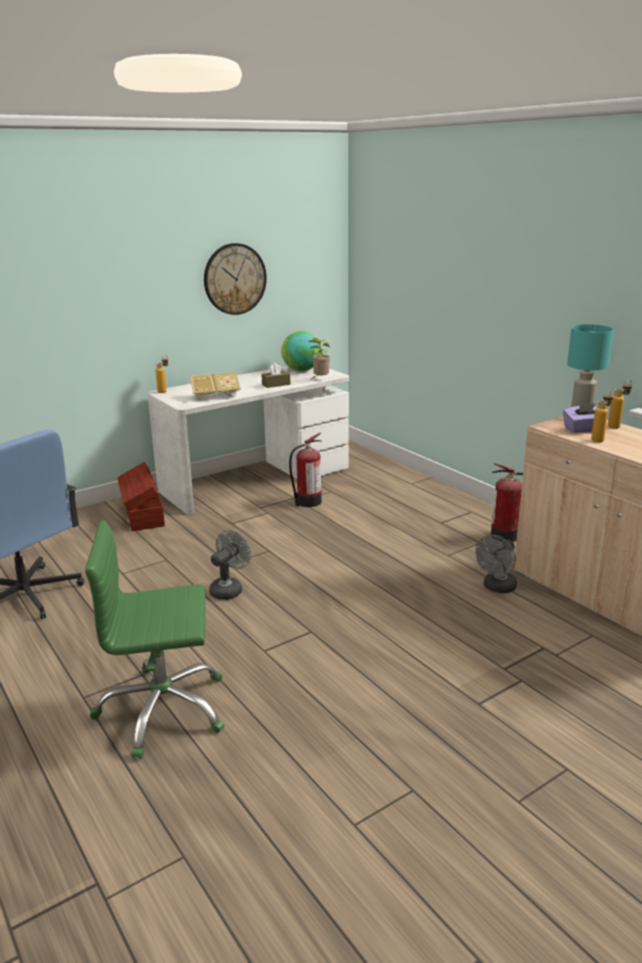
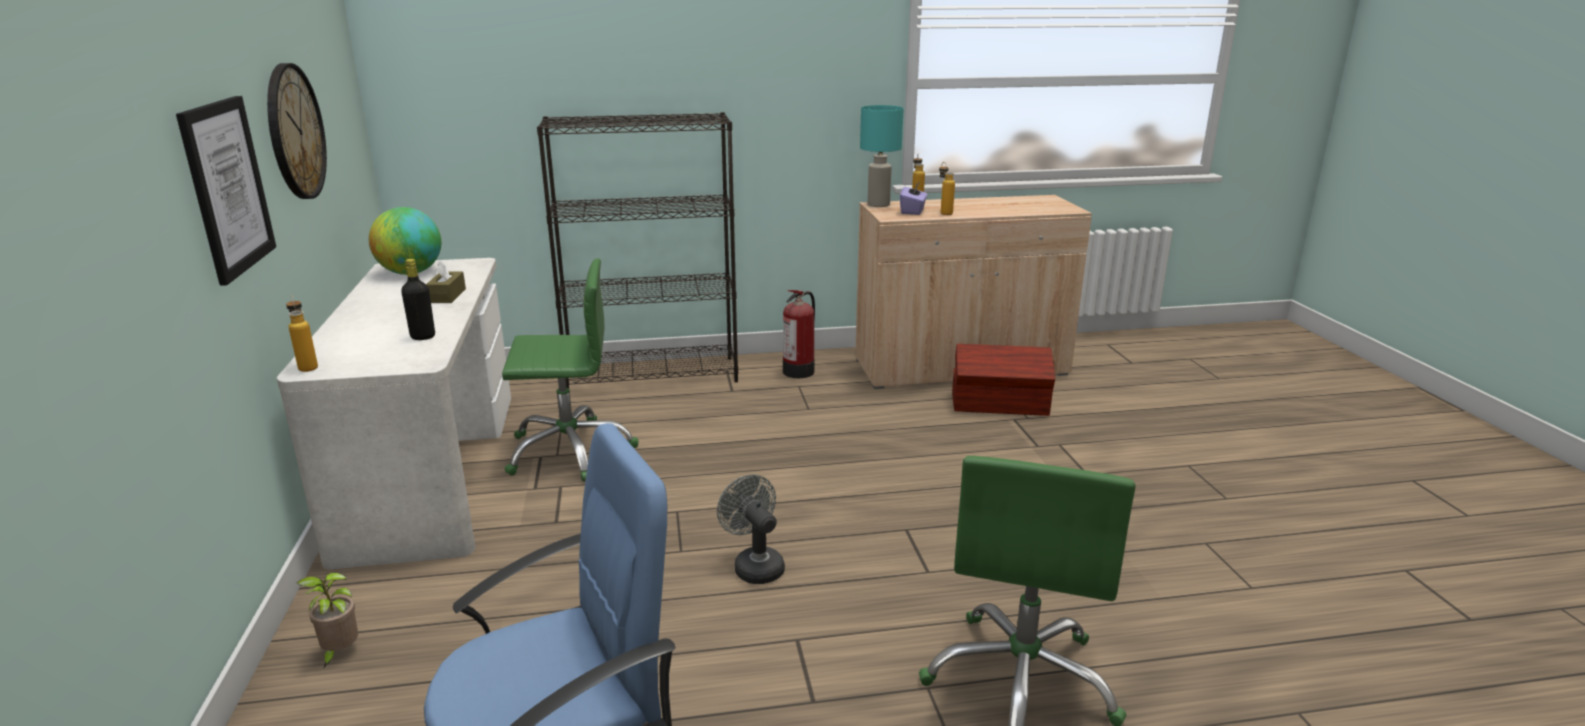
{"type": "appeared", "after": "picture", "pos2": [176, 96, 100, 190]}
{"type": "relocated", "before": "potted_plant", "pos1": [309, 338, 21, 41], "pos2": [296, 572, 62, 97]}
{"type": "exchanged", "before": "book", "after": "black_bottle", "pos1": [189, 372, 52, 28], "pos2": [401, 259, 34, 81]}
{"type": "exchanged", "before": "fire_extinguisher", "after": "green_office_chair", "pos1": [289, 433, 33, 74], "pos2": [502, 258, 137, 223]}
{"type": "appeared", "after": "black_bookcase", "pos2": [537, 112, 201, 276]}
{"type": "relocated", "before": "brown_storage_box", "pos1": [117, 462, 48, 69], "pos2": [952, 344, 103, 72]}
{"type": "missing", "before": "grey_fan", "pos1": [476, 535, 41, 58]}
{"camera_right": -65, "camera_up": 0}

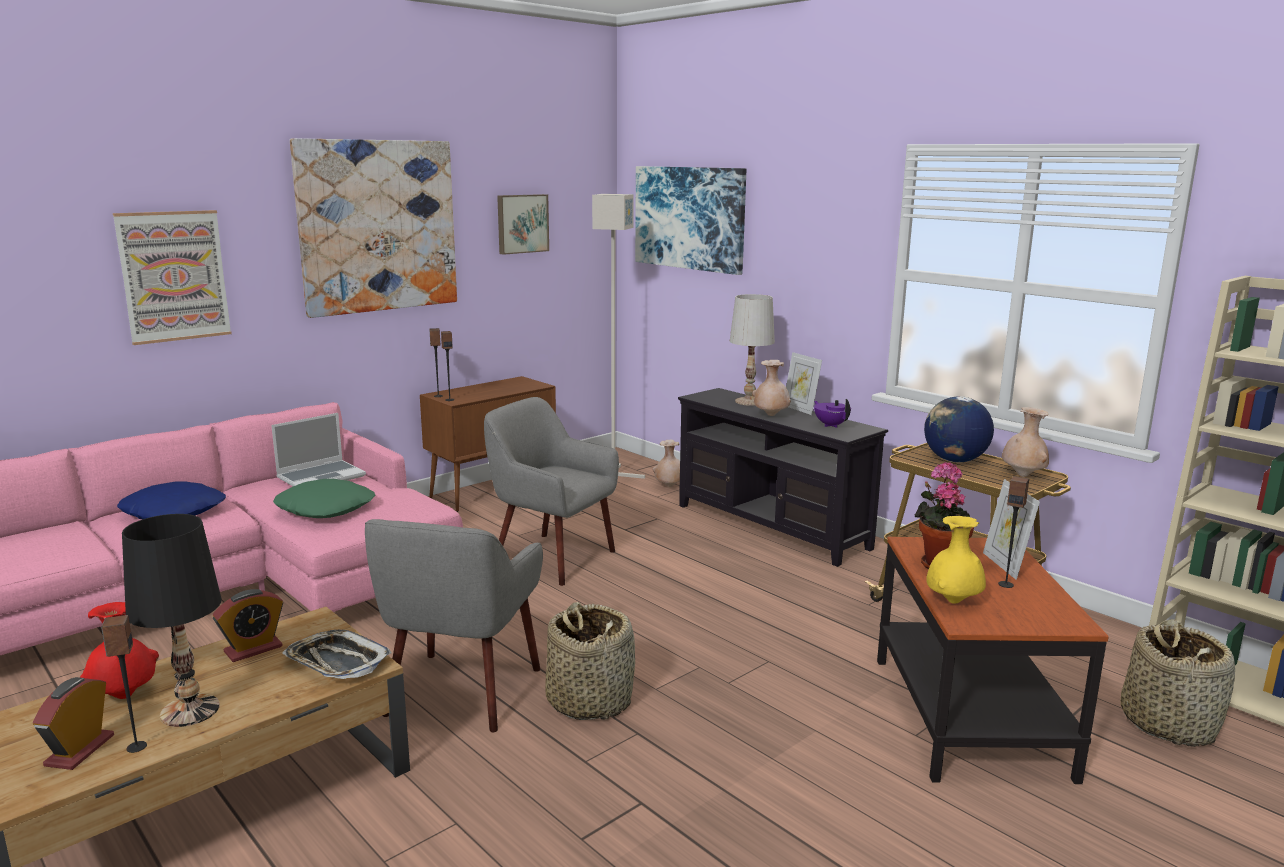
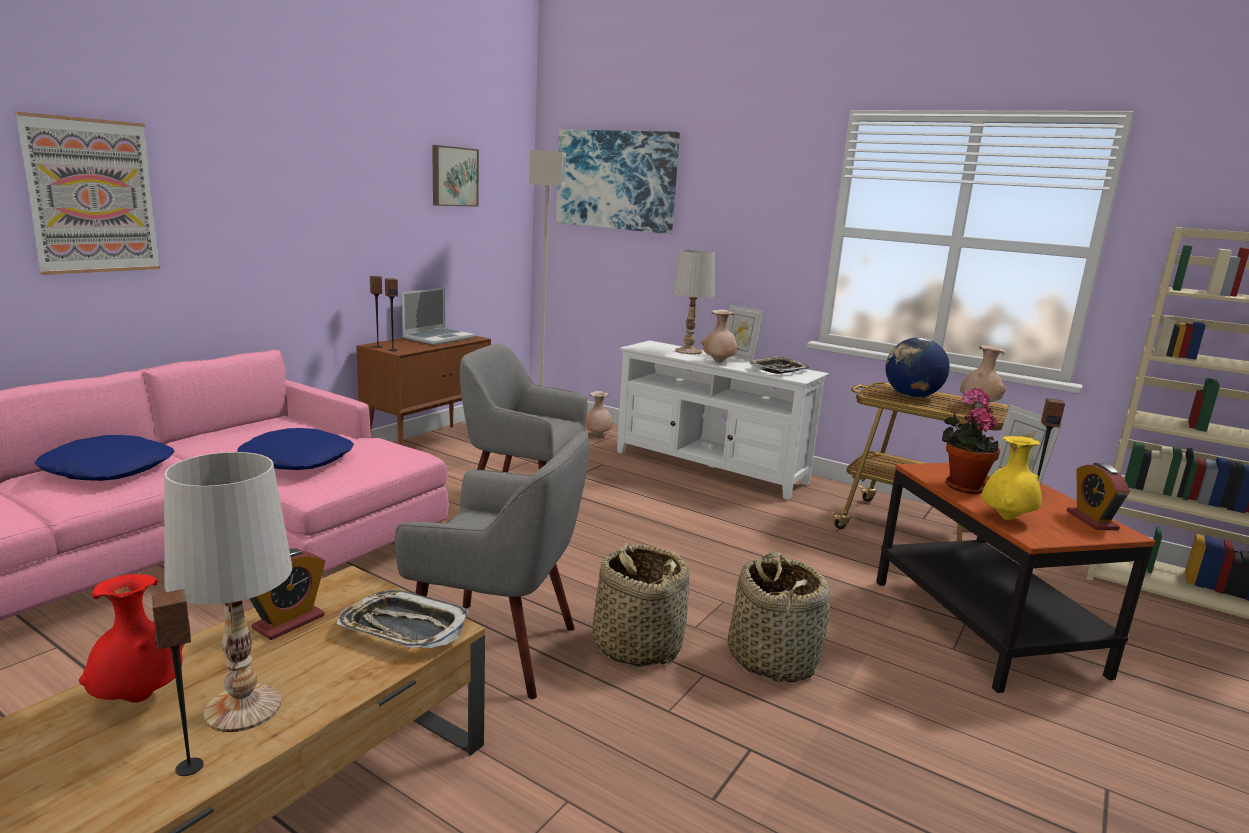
{"type": "colour", "before": "black_table_lamp", "after": "white_table_lamp", "pos1": [122, 514, 100, 213], "pos2": [164, 452, 128, 280]}
{"type": "colour", "before": "green_pillow", "after": "blue_pillow", "pos1": [273, 479, 102, 39], "pos2": [237, 428, 117, 42]}
{"type": "spun", "before": "grey_armchair", "pos1": [365, 519, 178, 213], "pos2": [395, 431, 194, 268], "turn": -75}
{"type": "relocated", "before": "laptop", "pos1": [271, 413, 95, 73], "pos2": [402, 288, 73, 57]}
{"type": "colour", "before": "black_tv_stand", "after": "white_tv_stand", "pos1": [678, 388, 210, 179], "pos2": [617, 340, 212, 160]}
{"type": "relocated", "before": "basket", "pos1": [1120, 619, 115, 128], "pos2": [728, 552, 102, 130]}
{"type": "exchanged", "before": "purple_teapot", "after": "tray", "pos1": [814, 399, 37, 29], "pos2": [750, 356, 59, 18]}
{"type": "relocated", "before": "alarm_clock", "pos1": [33, 677, 81, 93], "pos2": [1067, 463, 63, 67]}
{"type": "missing", "before": "picture", "pos1": [290, 138, 167, 180]}
{"camera_right": -15, "camera_up": 0}

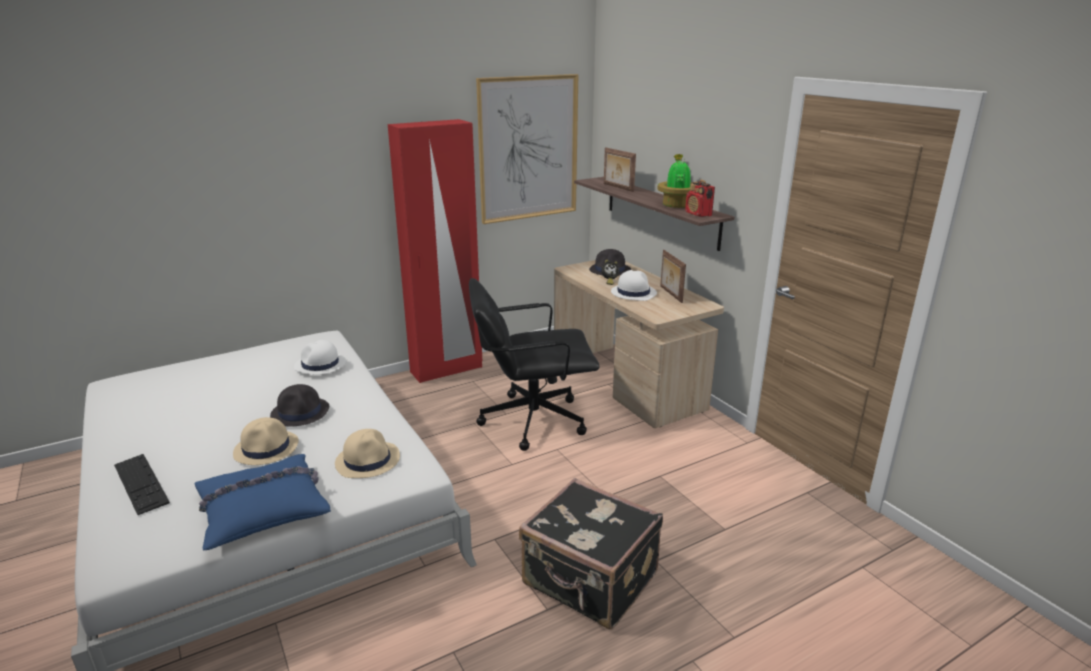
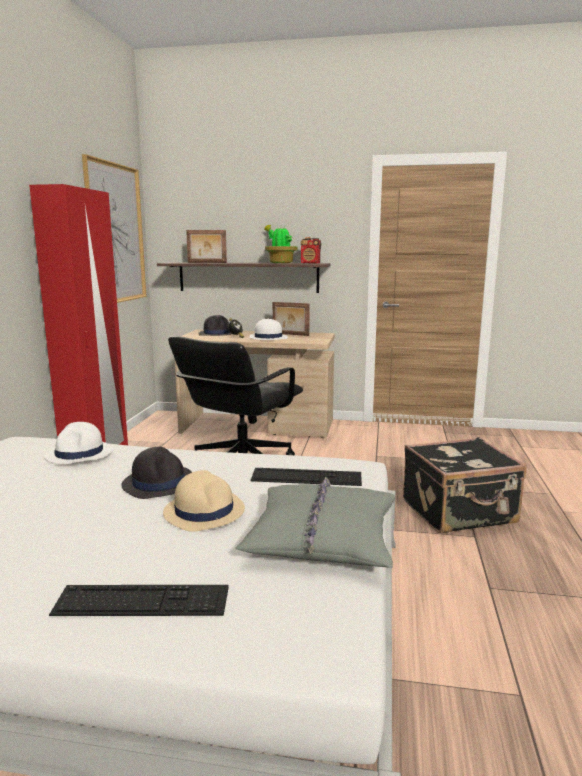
{"type": "colour", "before": "blue_pillow", "after": "grey_pillow", "pos1": [195, 454, 136, 96], "pos2": [236, 477, 159, 91]}
{"type": "exchanged", "before": "beige_hat", "after": "keyboard", "pos1": [335, 429, 65, 49], "pos2": [250, 468, 112, 18]}
{"camera_right": -50, "camera_up": -10}

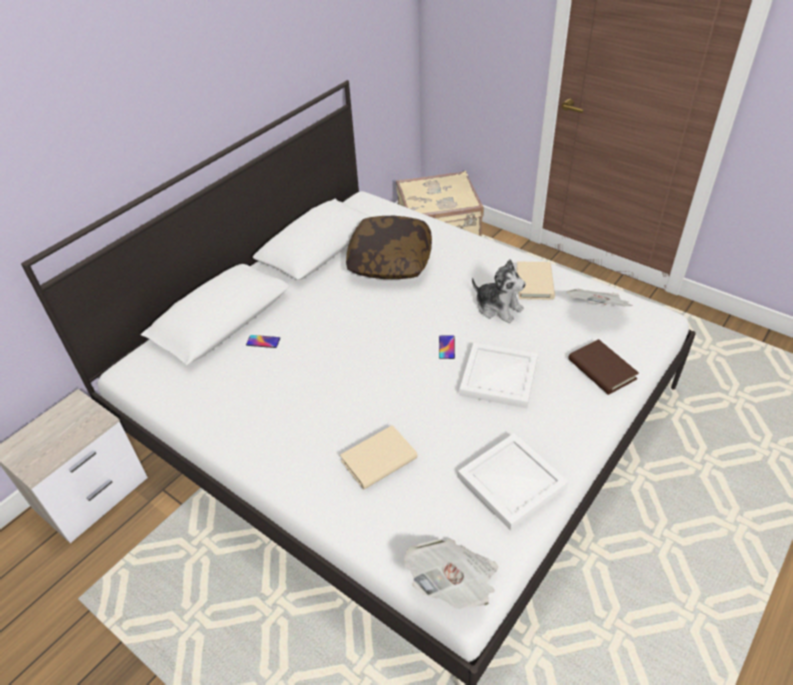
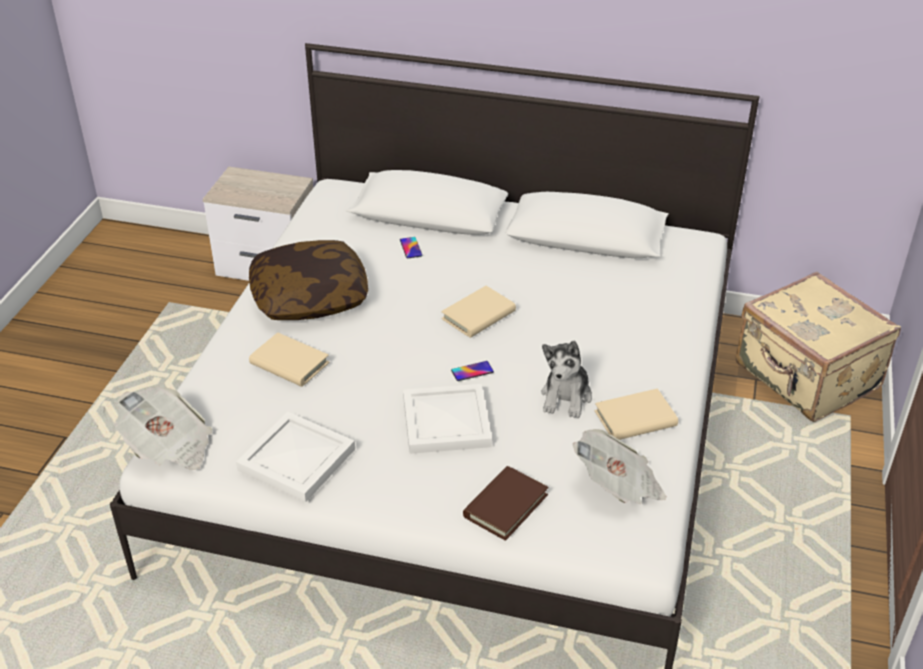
{"type": "relocated", "before": "pillow", "pos1": [346, 216, 86, 63], "pos2": [249, 240, 119, 80]}
{"type": "appeared", "after": "beige_book", "pos2": [441, 286, 75, 52]}
{"camera_right": 65, "camera_up": -5}

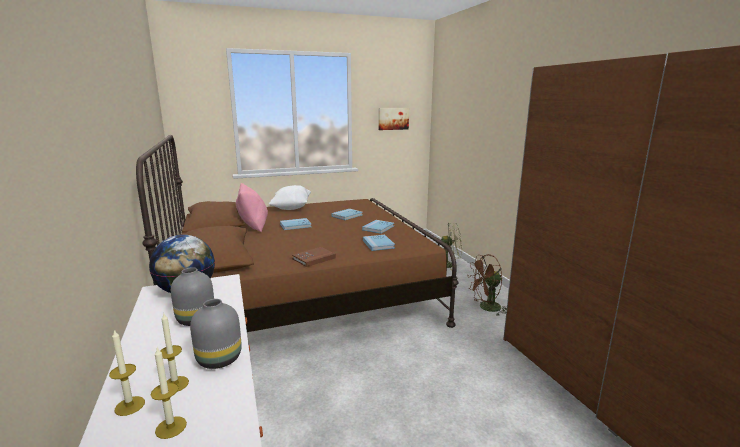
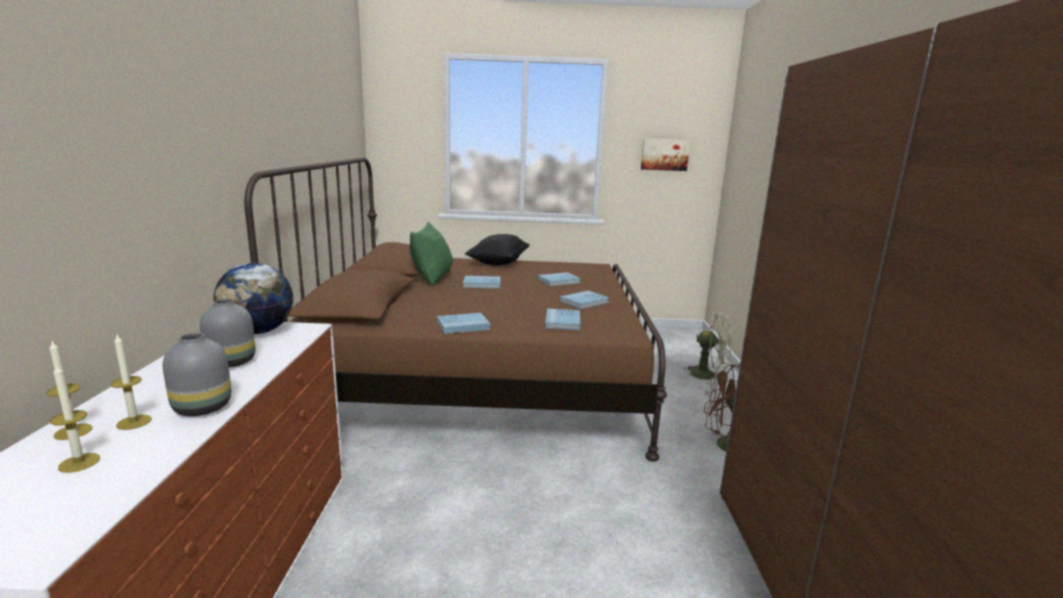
{"type": "colour", "before": "pink_pillow", "after": "green_pillow", "pos1": [236, 183, 32, 49], "pos2": [410, 222, 43, 64]}
{"type": "colour", "before": "brown_book", "after": "blue_book", "pos1": [292, 247, 44, 20], "pos2": [437, 313, 53, 21]}
{"type": "colour", "before": "white_pillow", "after": "black_pillow", "pos1": [268, 185, 43, 25], "pos2": [465, 234, 65, 31]}
{"camera_right": 20, "camera_up": 0}

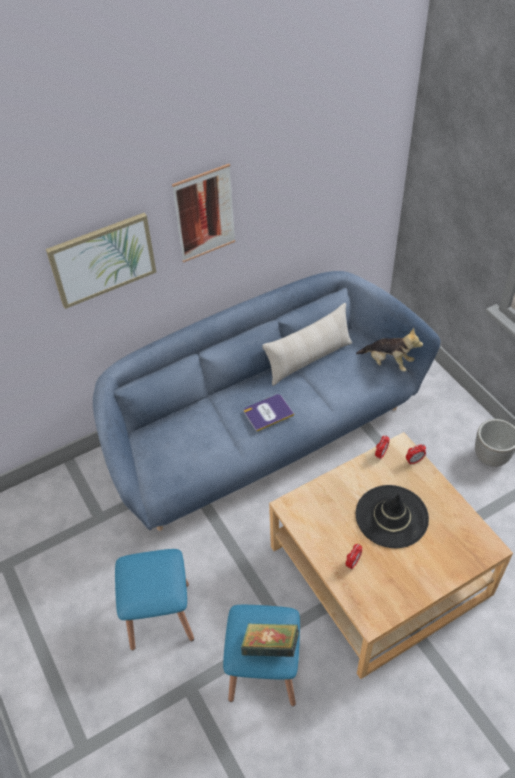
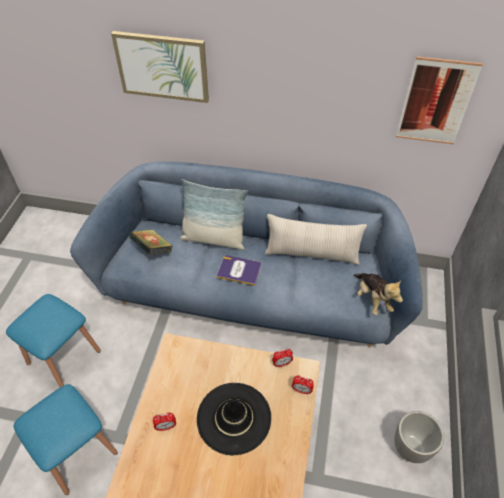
{"type": "relocated", "before": "book", "pos1": [241, 623, 58, 34], "pos2": [129, 229, 44, 26]}
{"type": "appeared", "after": "pillow", "pos2": [180, 179, 68, 71]}
{"type": "relocated", "before": "picture", "pos1": [172, 164, 63, 99], "pos2": [396, 56, 87, 88]}
{"camera_right": 40, "camera_up": 0}

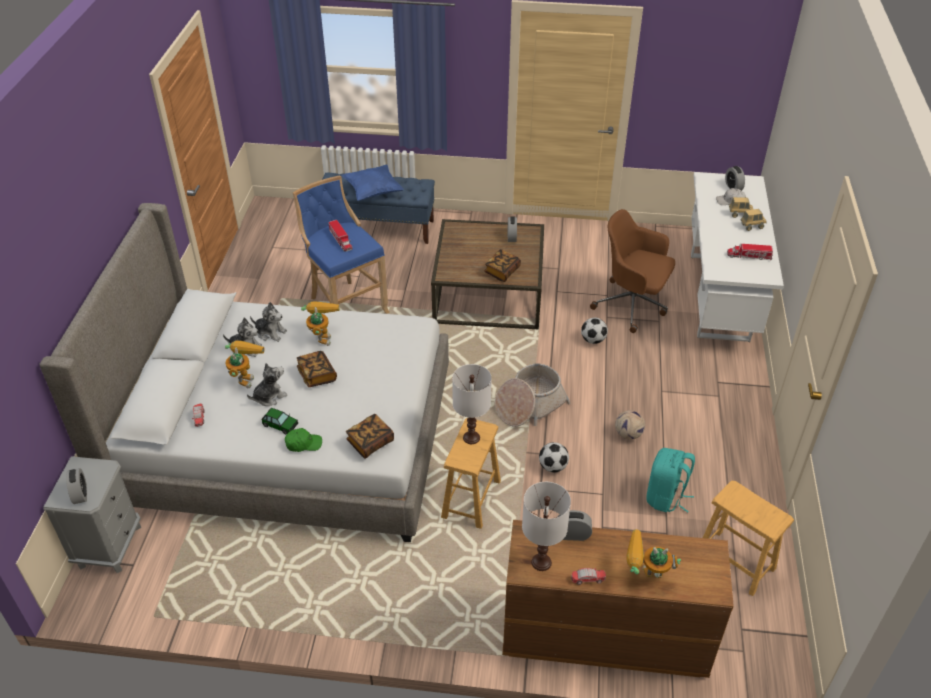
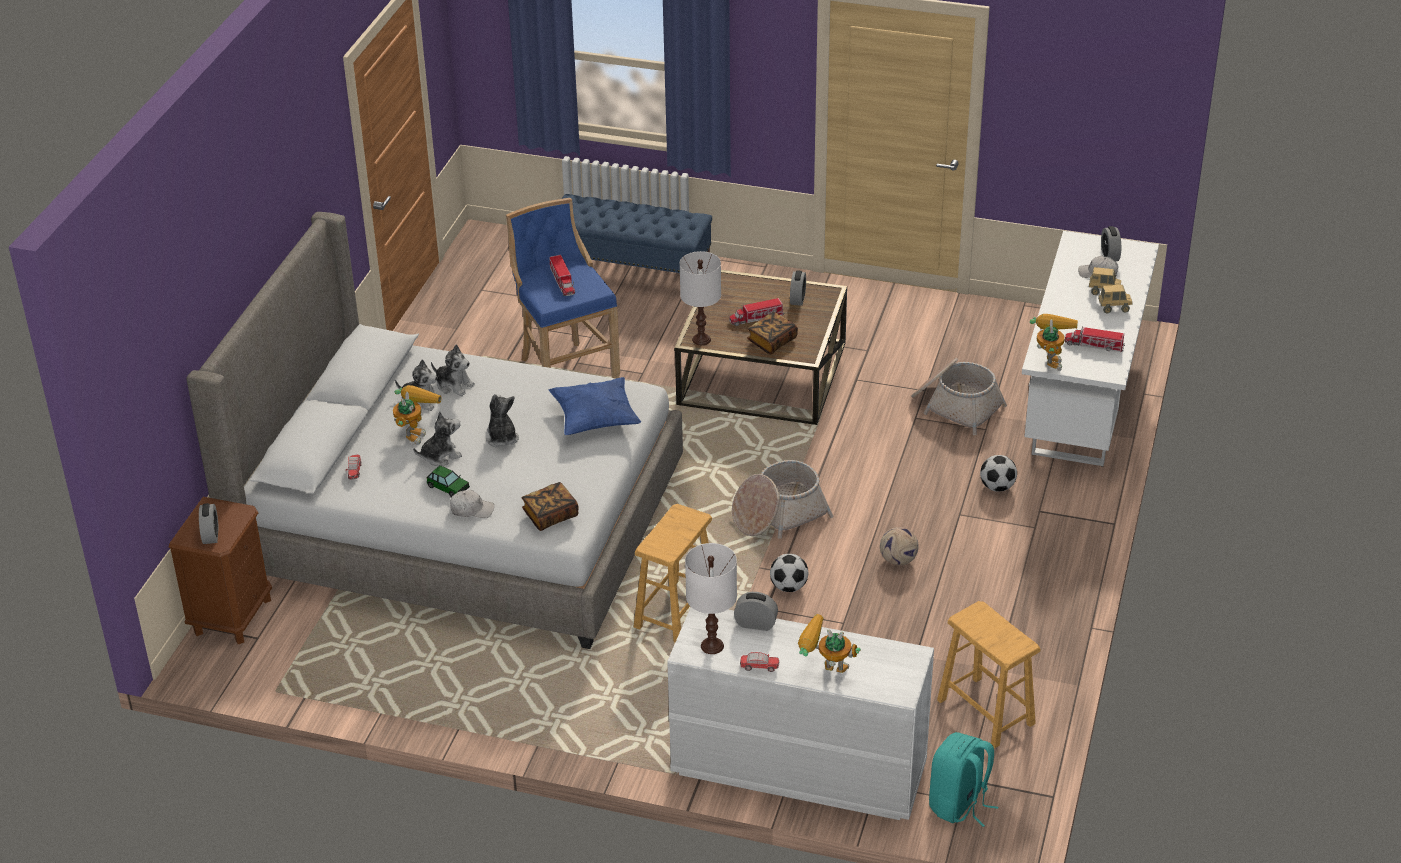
{"type": "colour", "before": "grey_nightstand", "after": "brown_nightstand", "pos1": [43, 456, 98, 117], "pos2": [169, 497, 103, 147]}
{"type": "colour", "before": "green_cap", "after": "white_cap", "pos1": [285, 428, 37, 24], "pos2": [450, 490, 44, 28]}
{"type": "exchanged", "before": "book", "after": "plush_toy", "pos1": [297, 351, 40, 36], "pos2": [486, 394, 33, 54]}
{"type": "relocated", "before": "blue_pillow", "pos1": [341, 165, 63, 36], "pos2": [549, 377, 92, 58]}
{"type": "colour", "before": "brown_dresser", "after": "white_dresser", "pos1": [502, 520, 232, 158], "pos2": [667, 607, 267, 213]}
{"type": "relocated", "before": "white_table_lamp", "pos1": [452, 364, 40, 80], "pos2": [680, 251, 41, 94]}
{"type": "appeared", "after": "toy_truck", "pos2": [729, 298, 55, 28]}
{"type": "exchanged", "before": "brown_office_chair", "after": "basket", "pos1": [590, 209, 85, 124], "pos2": [911, 358, 96, 77]}
{"type": "relocated", "before": "turquoise_backpack", "pos1": [647, 448, 48, 64], "pos2": [929, 732, 69, 95]}
{"type": "relocated", "before": "football", "pos1": [581, 318, 27, 26], "pos2": [980, 455, 37, 37]}
{"type": "relocated", "before": "toy_robot", "pos1": [301, 301, 39, 45], "pos2": [1030, 314, 48, 57]}
{"camera_right": 10, "camera_up": -5}

